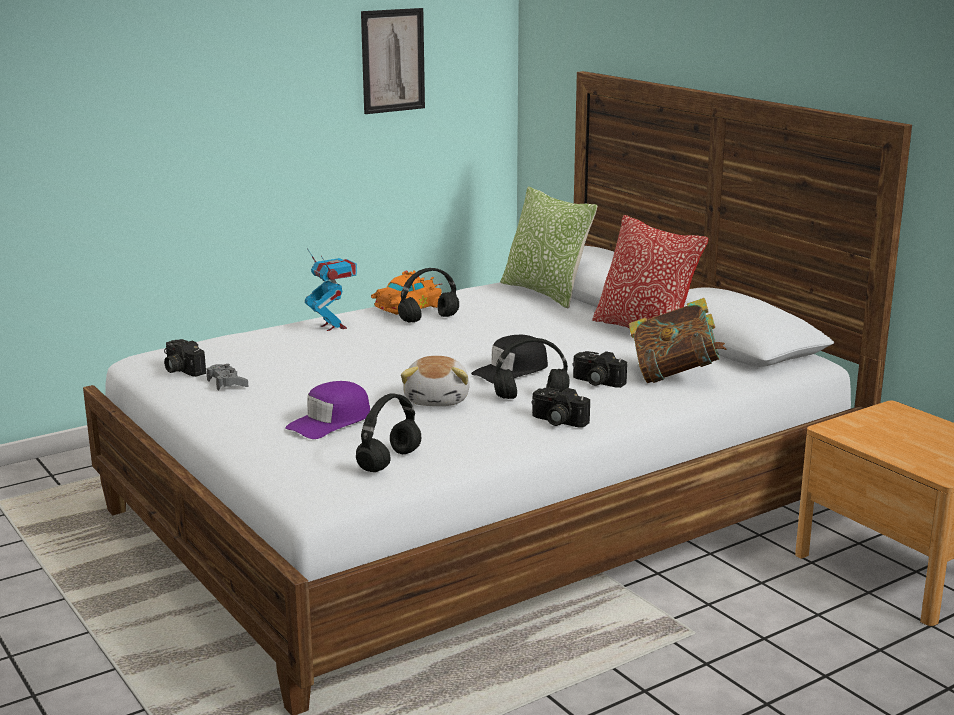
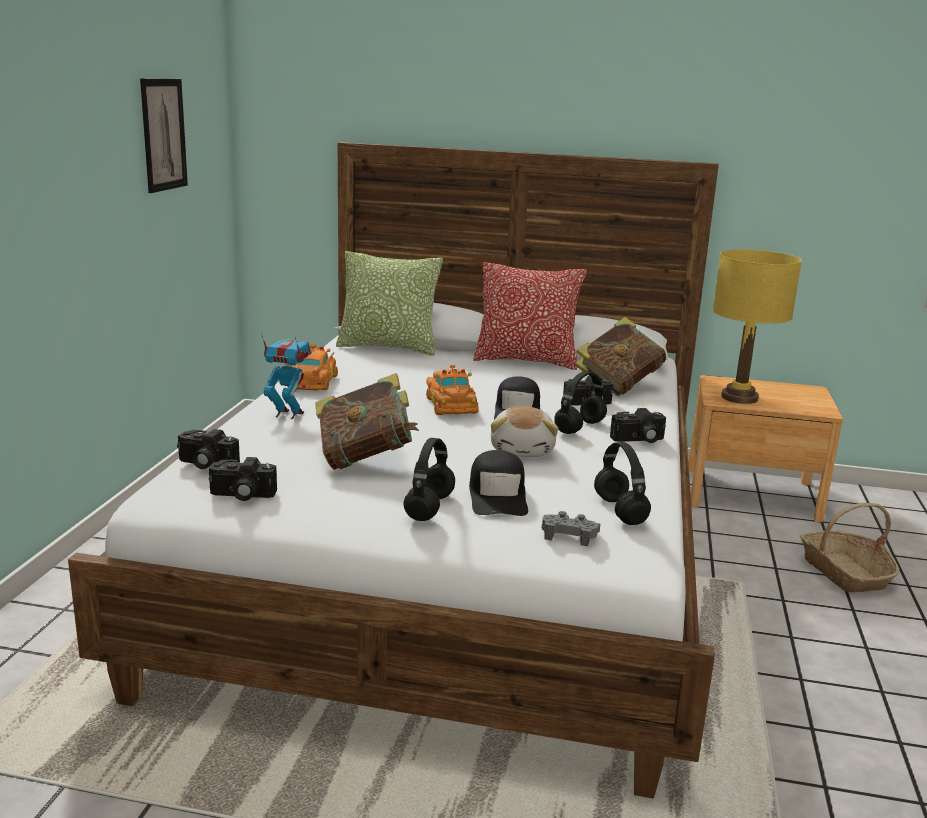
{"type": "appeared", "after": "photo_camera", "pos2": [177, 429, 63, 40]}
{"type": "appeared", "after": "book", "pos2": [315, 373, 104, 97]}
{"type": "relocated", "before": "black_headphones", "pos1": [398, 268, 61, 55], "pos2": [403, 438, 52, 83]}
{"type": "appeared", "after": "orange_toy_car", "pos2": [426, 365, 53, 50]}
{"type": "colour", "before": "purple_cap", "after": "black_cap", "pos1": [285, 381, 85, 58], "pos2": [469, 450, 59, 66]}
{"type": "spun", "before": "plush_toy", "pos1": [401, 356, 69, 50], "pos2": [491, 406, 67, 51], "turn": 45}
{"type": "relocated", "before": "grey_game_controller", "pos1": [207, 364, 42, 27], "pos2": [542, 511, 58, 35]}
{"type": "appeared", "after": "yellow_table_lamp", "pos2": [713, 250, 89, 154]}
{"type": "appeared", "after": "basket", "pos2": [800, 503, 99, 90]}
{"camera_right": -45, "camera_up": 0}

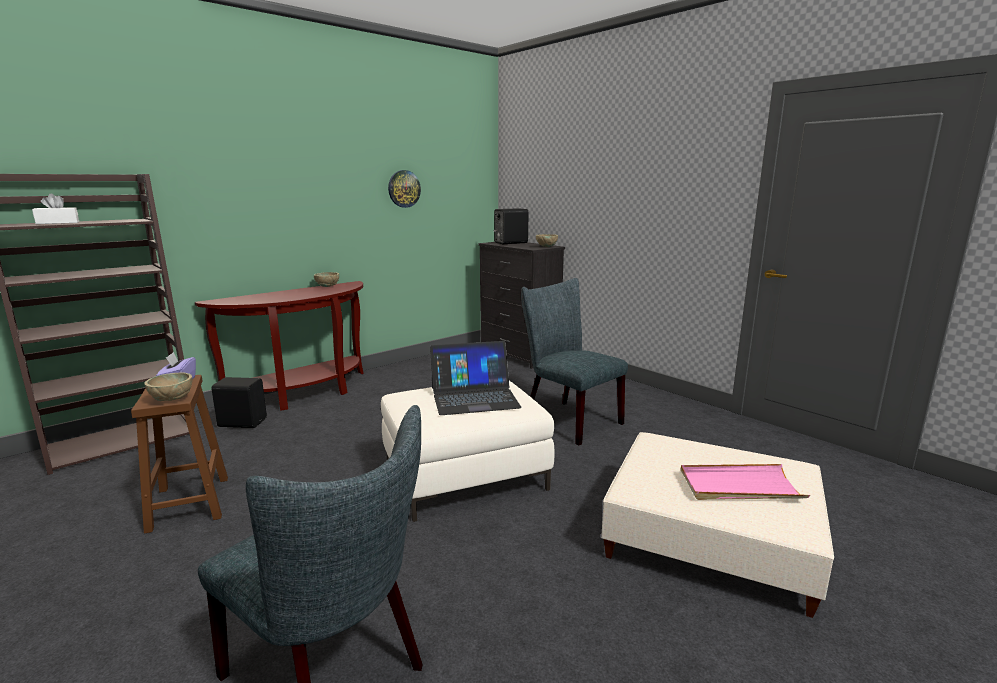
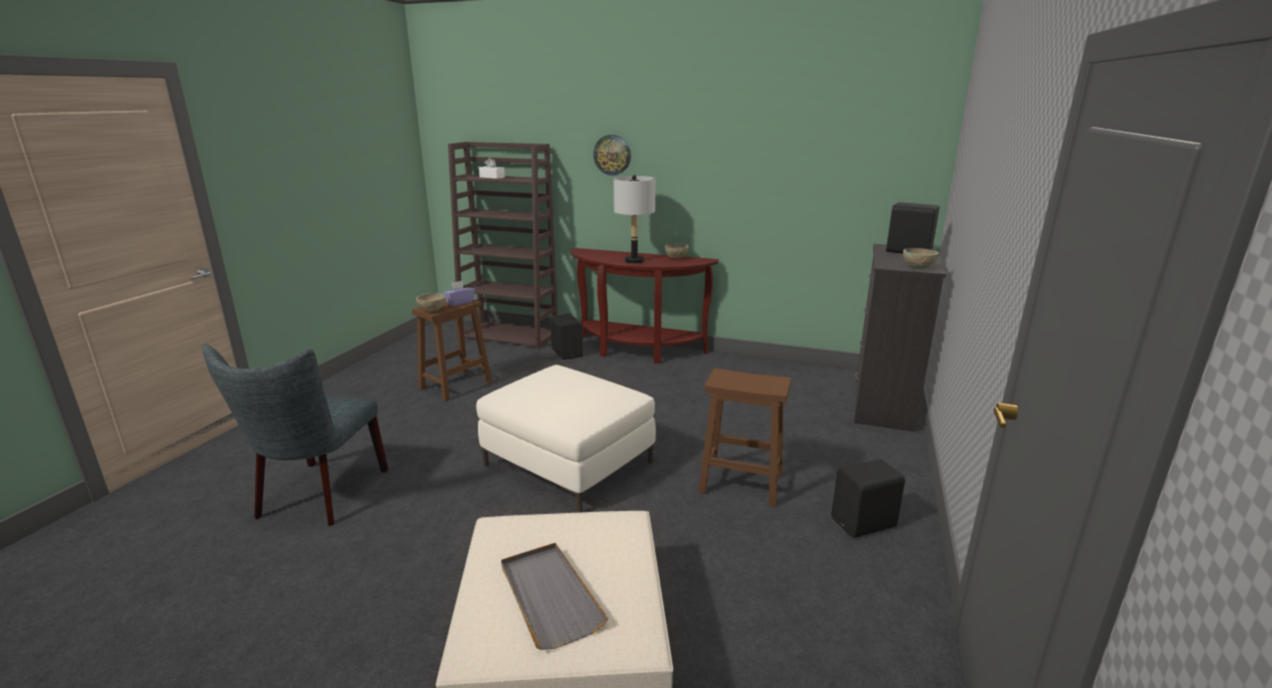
{"type": "colour", "before": "pink_tray", "after": "grey_tray", "pos1": [681, 464, 129, 36], "pos2": [501, 543, 107, 107]}
{"type": "relocated", "before": "wall_clock", "pos1": [388, 170, 33, 38], "pos2": [593, 135, 38, 40]}
{"type": "appeared", "after": "grey_table_lamp", "pos2": [614, 175, 41, 88]}
{"type": "exchanged", "before": "grey_chair", "after": "brown_stool", "pos1": [521, 278, 107, 167], "pos2": [698, 368, 93, 139]}
{"type": "appeared", "after": "black_speaker", "pos2": [832, 459, 73, 79]}
{"type": "missing", "before": "laptop", "pos1": [430, 341, 92, 74]}
{"camera_right": 60, "camera_up": 5}

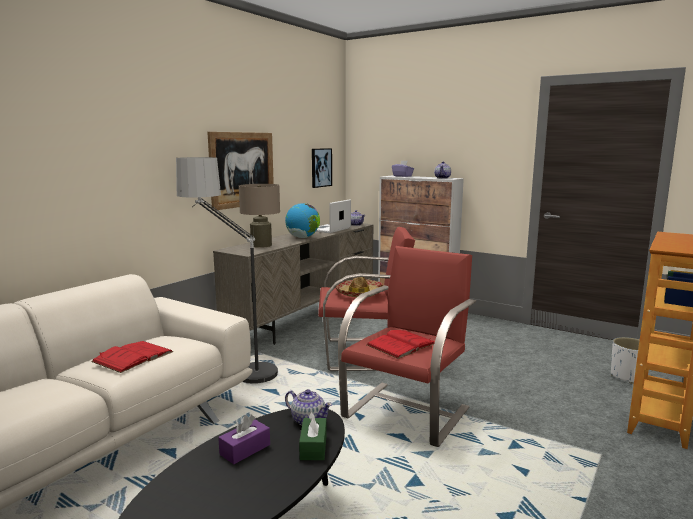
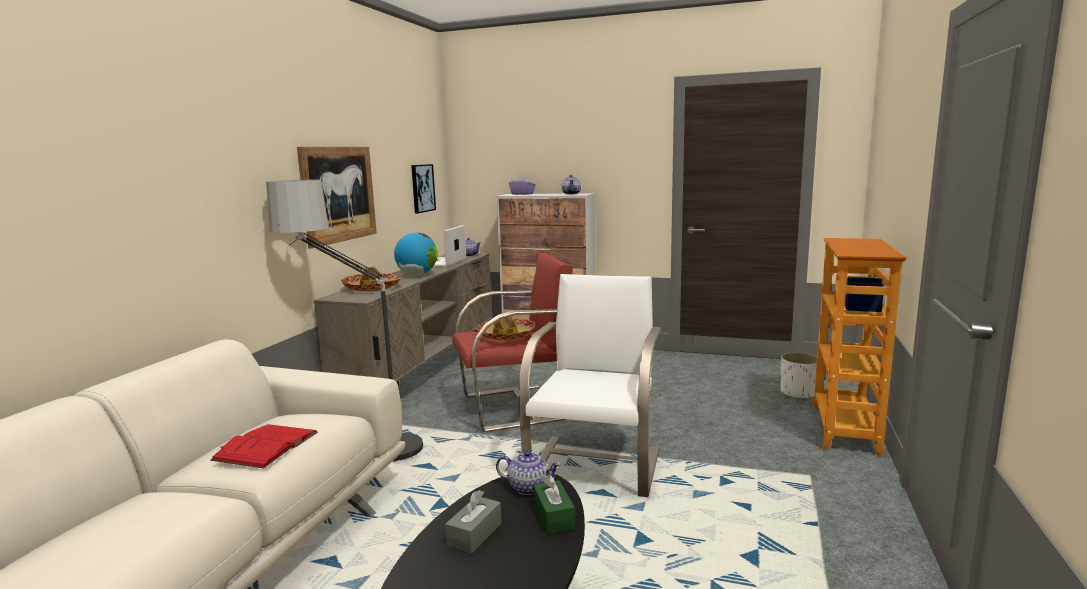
{"type": "exchanged", "before": "beige_table_lamp", "after": "hat", "pos1": [239, 184, 41, 64], "pos2": [341, 265, 61, 27]}
{"type": "colour", "before": "purple_tissue_box", "after": "grey_tissue_box", "pos1": [218, 415, 52, 49], "pos2": [445, 490, 57, 64]}
{"type": "colour", "before": "red_armchair", "after": "white_armchair", "pos1": [338, 246, 138, 201], "pos2": [518, 274, 143, 223]}
{"type": "missing", "before": "red_book", "pos1": [367, 330, 68, 29]}
{"camera_right": -15, "camera_up": 0}

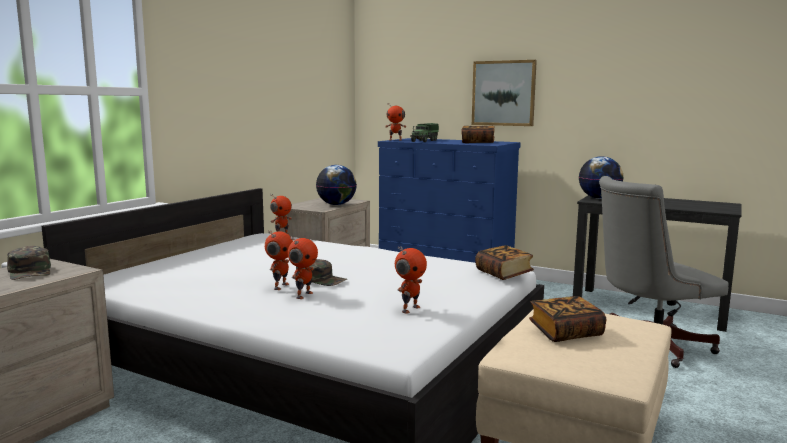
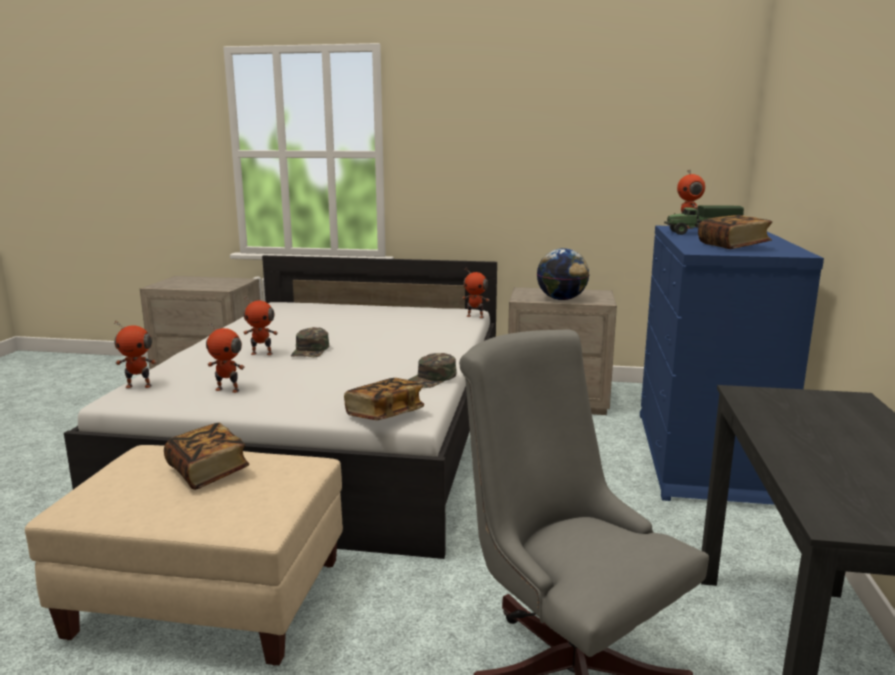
{"type": "relocated", "before": "toy_robot", "pos1": [265, 230, 28, 60], "pos2": [114, 321, 43, 67]}
{"type": "relocated", "before": "green_cap", "pos1": [7, 246, 44, 34], "pos2": [408, 353, 49, 35]}
{"type": "missing", "before": "picture", "pos1": [472, 60, 65, 66]}
{"type": "missing", "before": "globe", "pos1": [579, 156, 45, 43]}
{"camera_right": 70, "camera_up": 5}

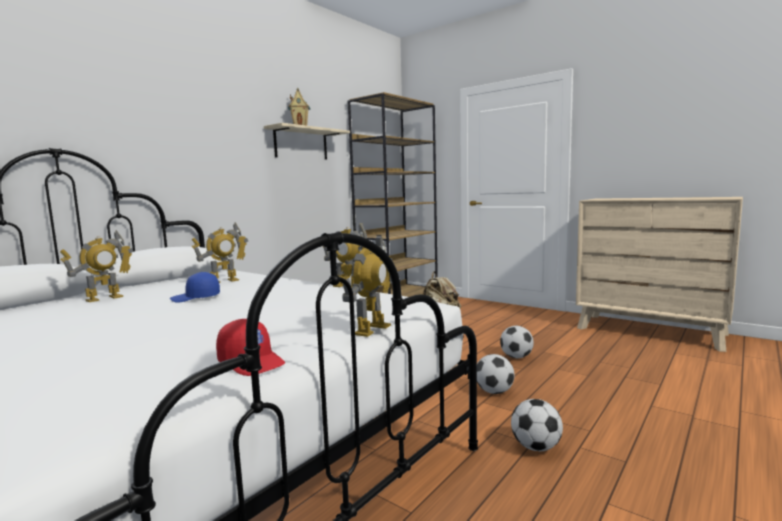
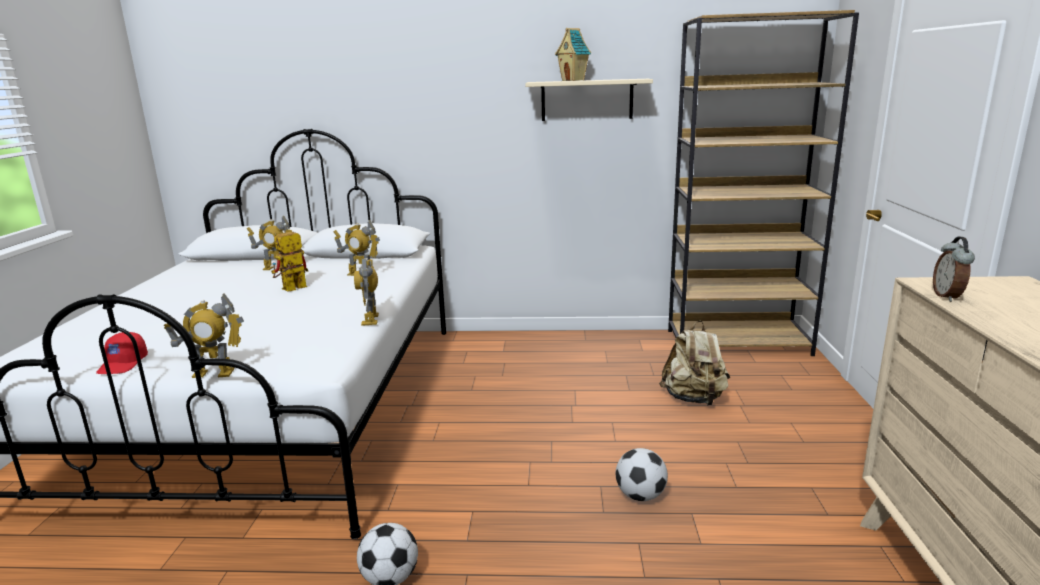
{"type": "exchanged", "before": "blue_cap", "after": "toy_robot", "pos1": [170, 272, 50, 30], "pos2": [271, 232, 37, 59]}
{"type": "appeared", "after": "alarm_clock", "pos2": [933, 237, 42, 65]}
{"type": "missing", "before": "football", "pos1": [477, 354, 38, 40]}
{"camera_right": 55, "camera_up": 10}

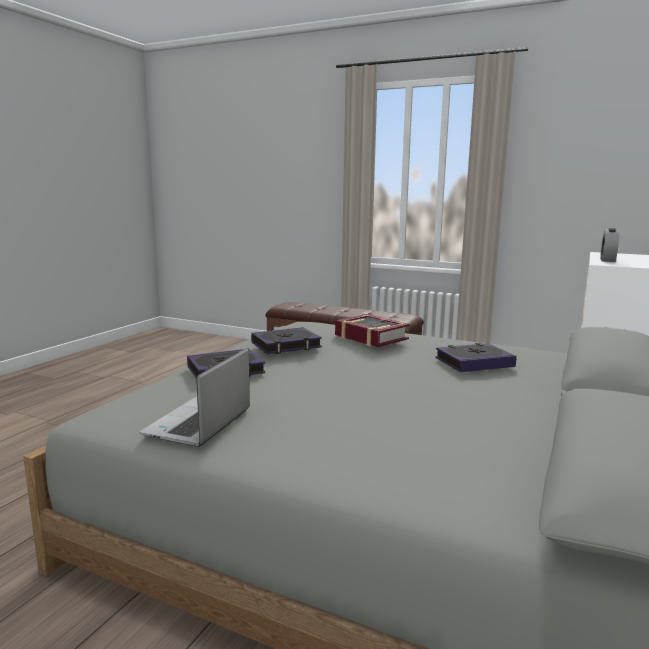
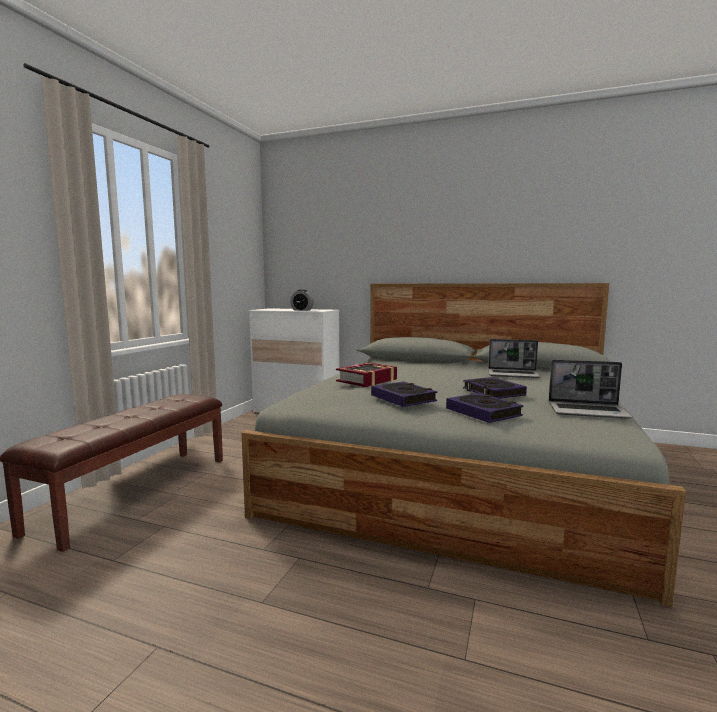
{"type": "relocated", "before": "book", "pos1": [435, 343, 81, 29], "pos2": [463, 377, 64, 22]}
{"type": "appeared", "after": "laptop", "pos2": [488, 339, 53, 39]}
{"camera_right": -95, "camera_up": -5}

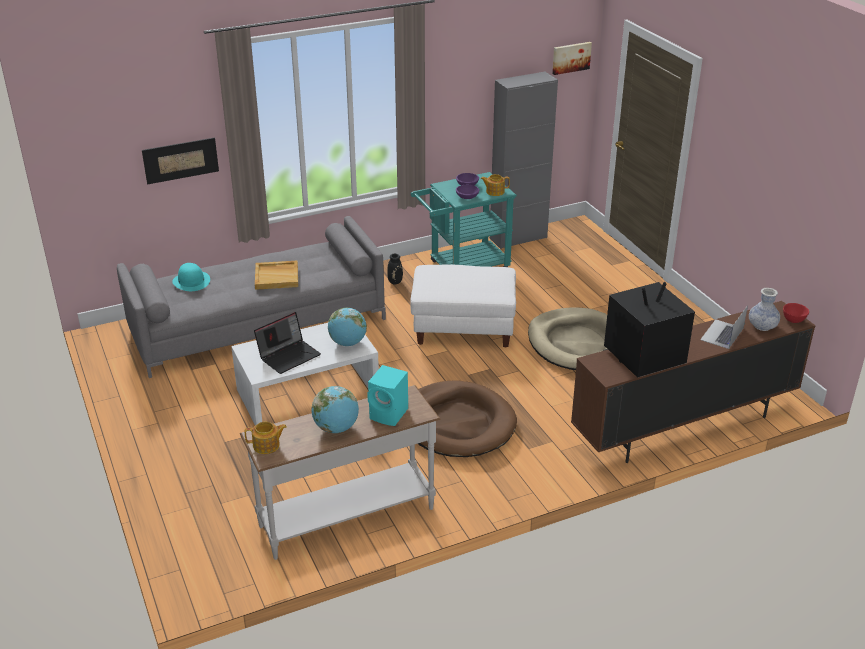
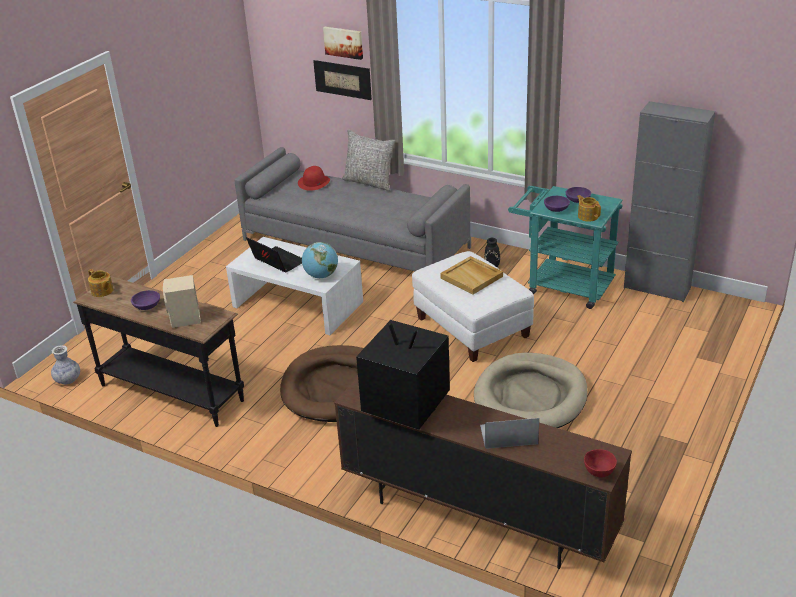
{"type": "relocated", "before": "vase", "pos1": [749, 288, 31, 43], "pos2": [51, 346, 29, 39]}
{"type": "colour", "before": "white_console_table", "after": "black_console_table", "pos1": [240, 385, 200, 175], "pos2": [73, 276, 171, 151]}
{"type": "exchanged", "before": "globe", "after": "purple_bowl", "pos1": [311, 386, 48, 47], "pos2": [131, 290, 29, 20]}
{"type": "colour", "before": "turquoise_speaker", "after": "beige_speaker", "pos1": [367, 365, 41, 61], "pos2": [163, 275, 38, 53]}
{"type": "spun", "before": "laptop", "pos1": [254, 312, 67, 62], "pos2": [246, 237, 56, 36], "turn": -150}
{"type": "colour", "before": "turquoise_hat", "after": "red_hat", "pos1": [172, 263, 38, 28], "pos2": [298, 166, 32, 25]}
{"type": "relocated", "before": "picture", "pos1": [552, 42, 40, 33], "pos2": [323, 27, 40, 33]}
{"type": "appeared", "after": "grey_pillow", "pos2": [342, 130, 54, 61]}
{"type": "relocated", "before": "beige_tray", "pos1": [255, 261, 43, 29], "pos2": [440, 256, 63, 39]}
{"camera_right": 55, "camera_up": 0}

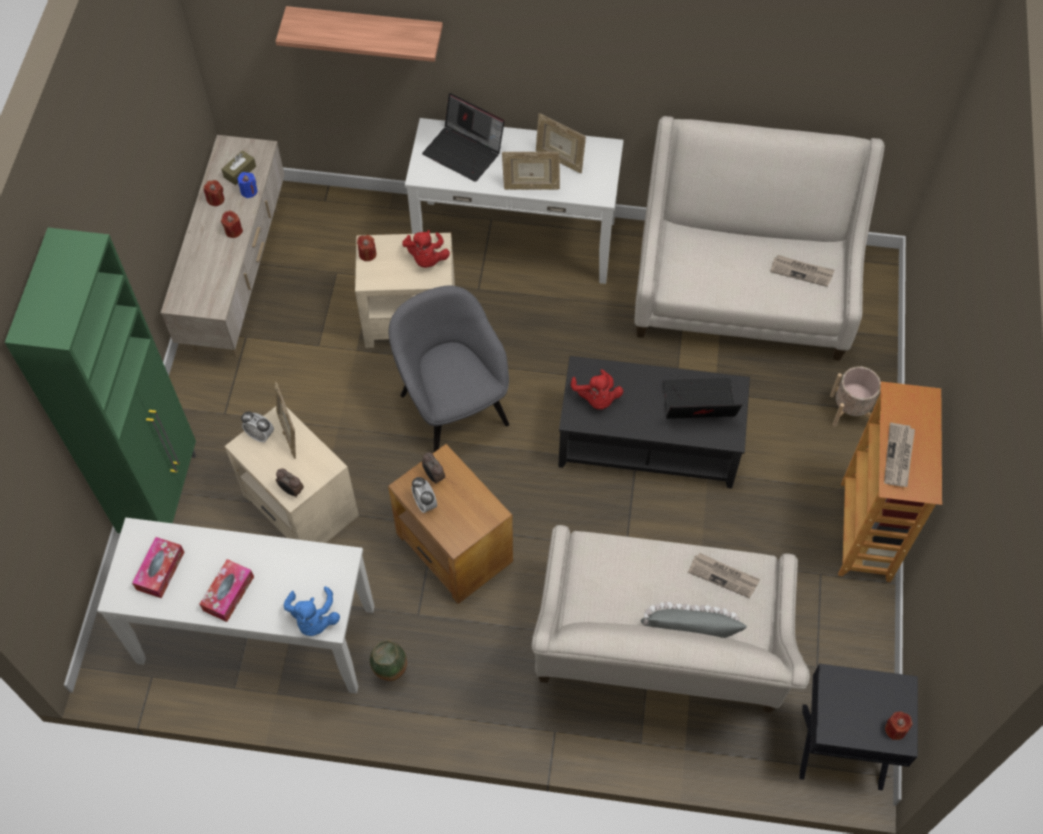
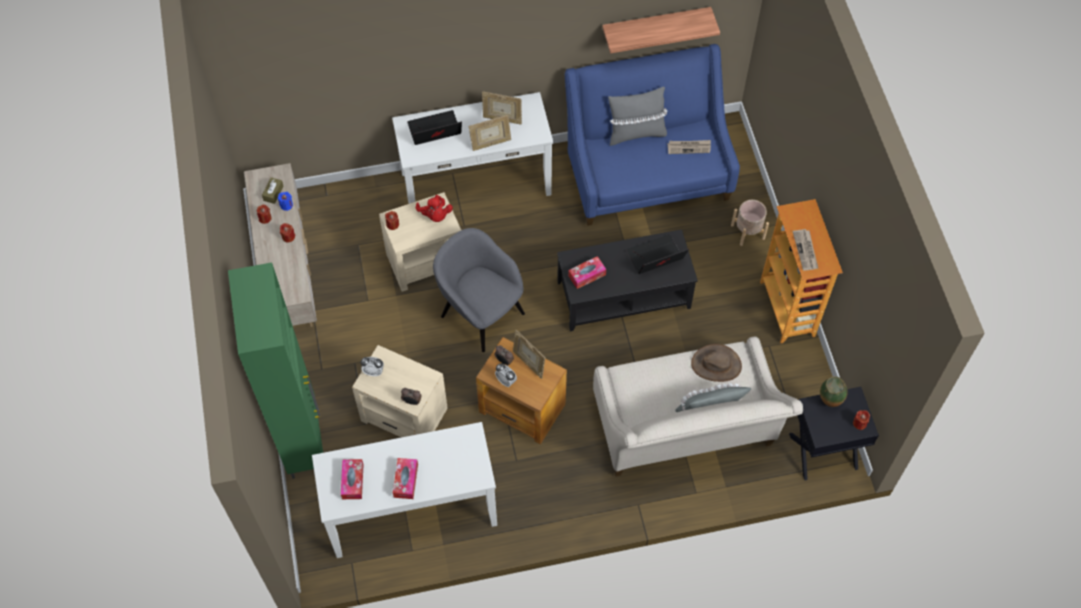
{"type": "spun", "before": "laptop", "pos1": [422, 93, 83, 89], "pos2": [407, 110, 55, 35], "turn": 150}
{"type": "relocated", "before": "picture_frame", "pos1": [275, 382, 21, 77], "pos2": [513, 330, 32, 49]}
{"type": "colour", "before": "beige_sofa", "after": "blue_sofa", "pos1": [634, 116, 251, 245], "pos2": [565, 44, 175, 182]}
{"type": "exchanged", "before": "red_plush_toy", "after": "tissue_box", "pos1": [571, 369, 52, 41], "pos2": [568, 256, 38, 33]}
{"type": "relocated", "before": "shelf", "pos1": [276, 6, 167, 56], "pos2": [602, 7, 118, 46]}
{"type": "appeared", "after": "grey_pillow", "pos2": [608, 87, 59, 59]}
{"type": "exchanged", "before": "newspaper", "after": "brown_hat", "pos1": [688, 553, 72, 45], "pos2": [691, 344, 51, 38]}
{"type": "relocated", "before": "vase", "pos1": [370, 640, 37, 41], "pos2": [820, 376, 28, 31]}
{"type": "missing", "before": "blue_plush_toy", "pos1": [284, 586, 56, 50]}
{"camera_right": -20, "camera_up": 0}

